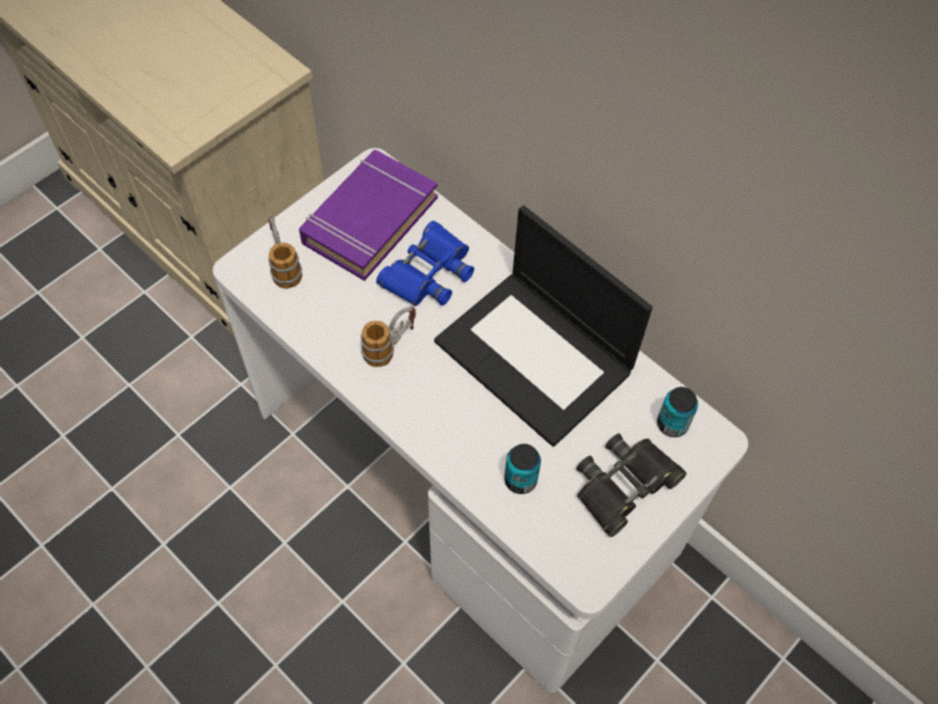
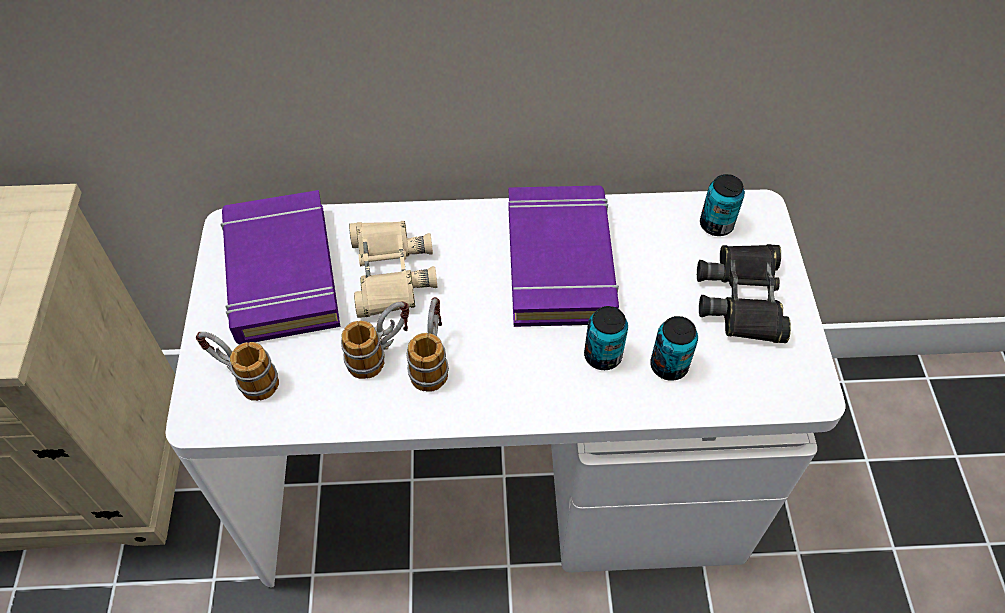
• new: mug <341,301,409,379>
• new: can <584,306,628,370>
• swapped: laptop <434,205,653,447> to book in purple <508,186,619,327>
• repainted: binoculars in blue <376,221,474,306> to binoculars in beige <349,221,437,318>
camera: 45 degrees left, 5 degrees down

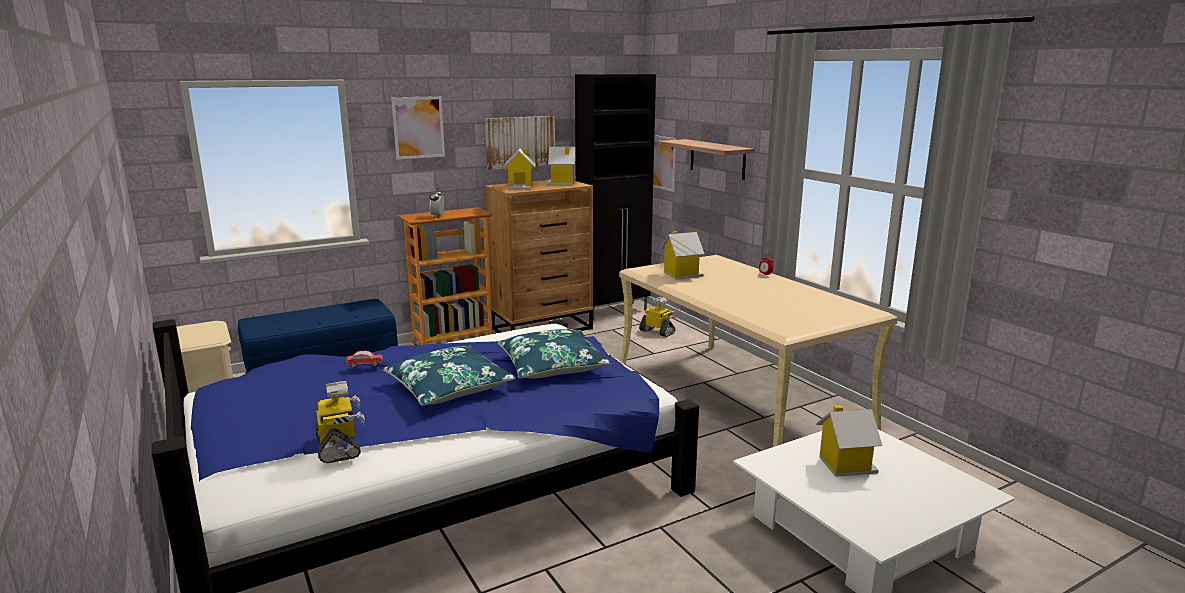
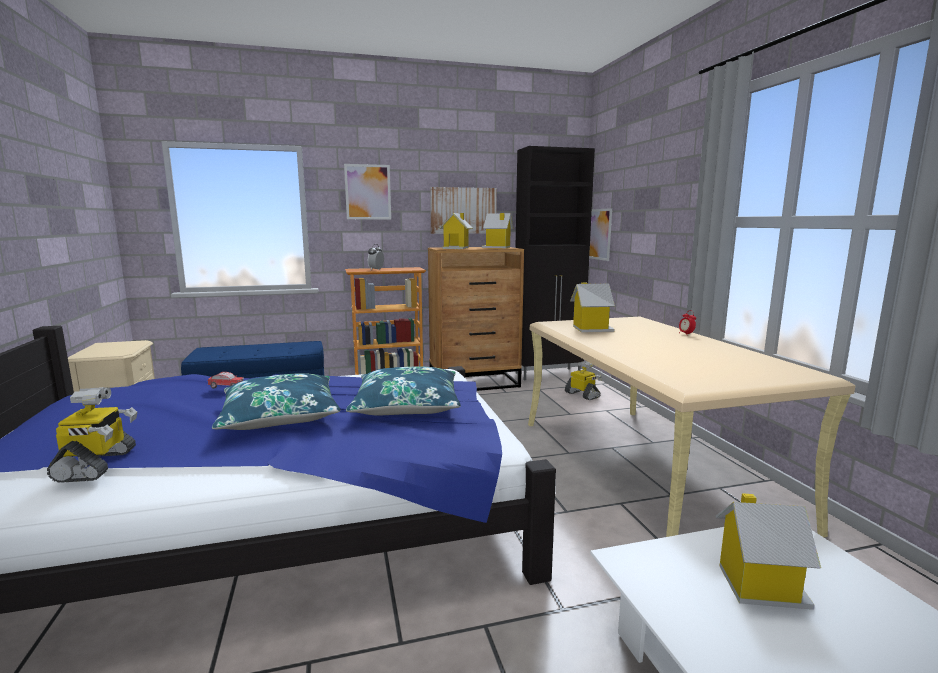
• gone: shelf <658,139,755,180>
camera: 15 degrees right, 5 degrees down

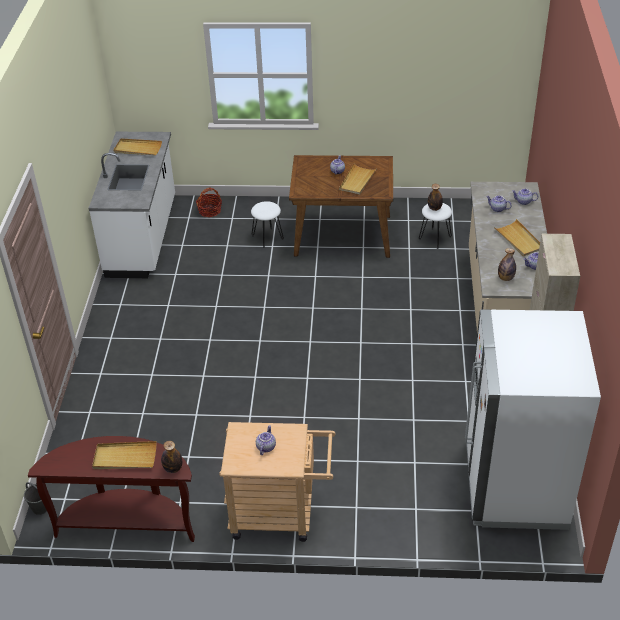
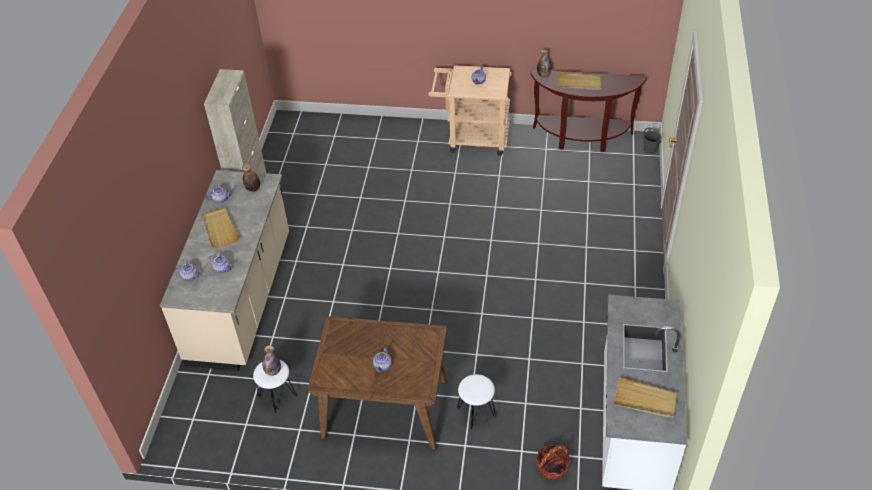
• gone: tray in beige <339,163,377,195>
• gone: fridge in white <465,309,601,530>
camera: 175 degrees left, 5 degrees up

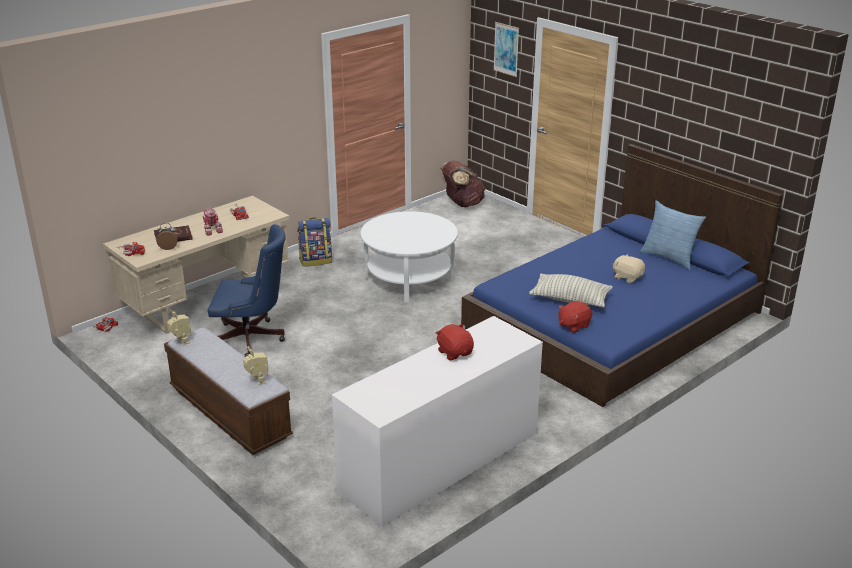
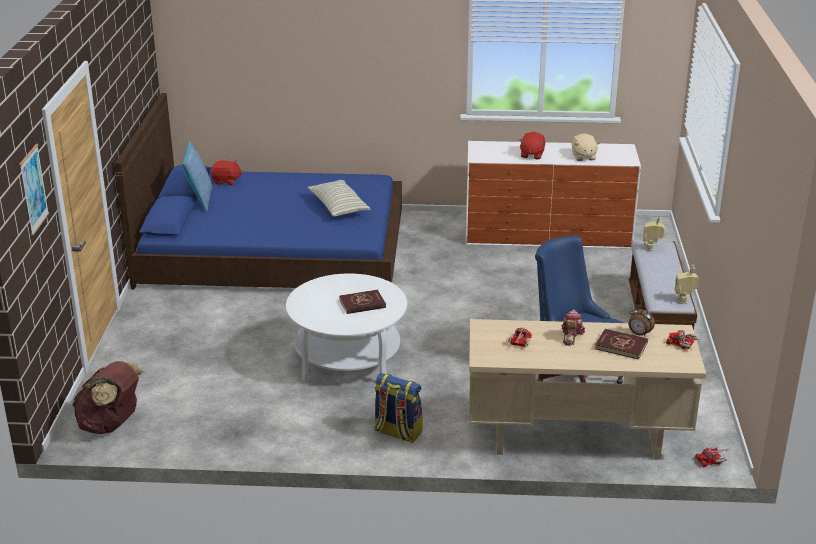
• new: book in red <340,289,386,314>
• shifted: plush toy in red <558,301,592,333> to <211,161,243,185>
• shifted: plush toy in beige <613,254,645,283> to <572,133,600,161>
camera: 135 degrees left, 0 degrees up

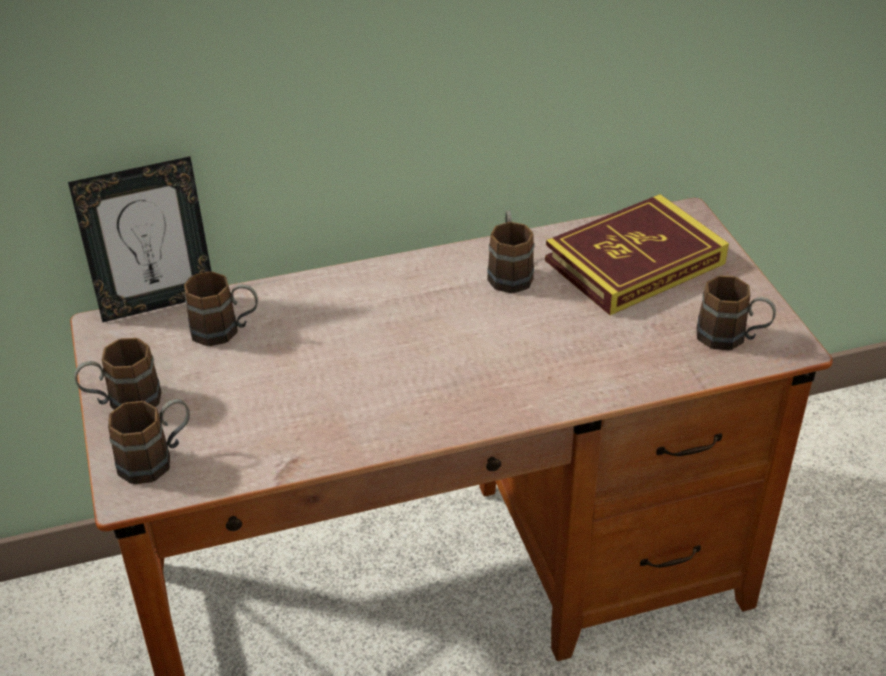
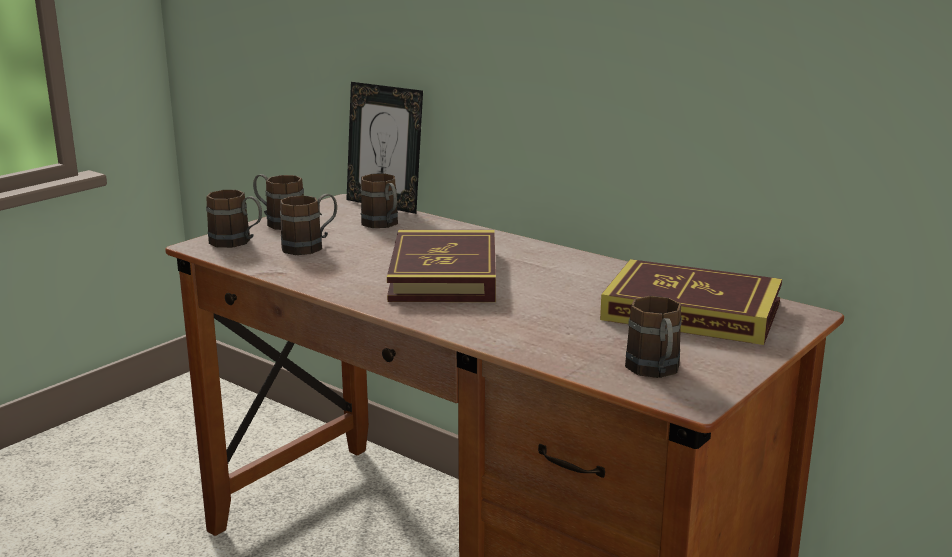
• new: book <387,230,496,302>
• shifted: mug in brown <487,211,535,293> to <280,194,337,255>
camera: 55 degrees right, 20 degrees down

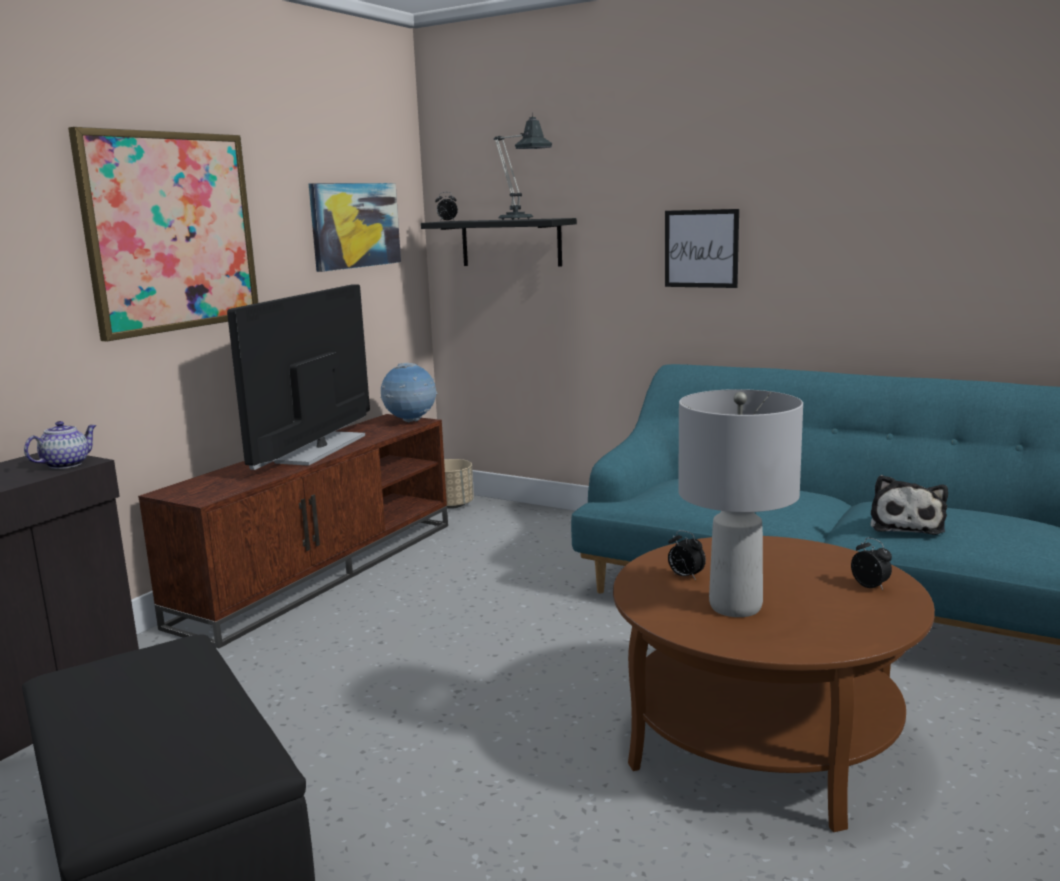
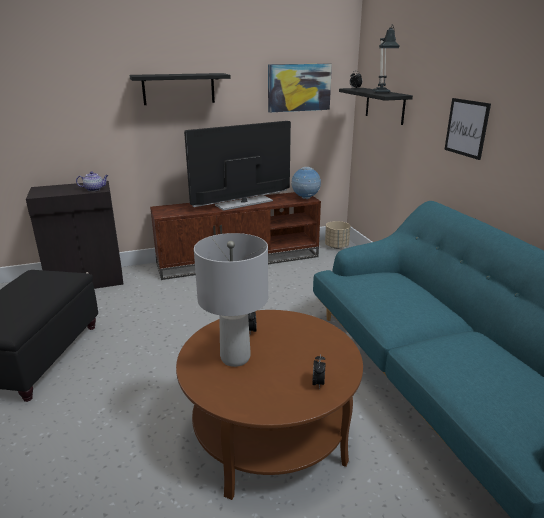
• gone: plush toy <870,475,948,535>
• swapped: picture <68,127,259,342> to shelf in black <129,73,231,105>
camera: 40 degrees right, 10 degrees up

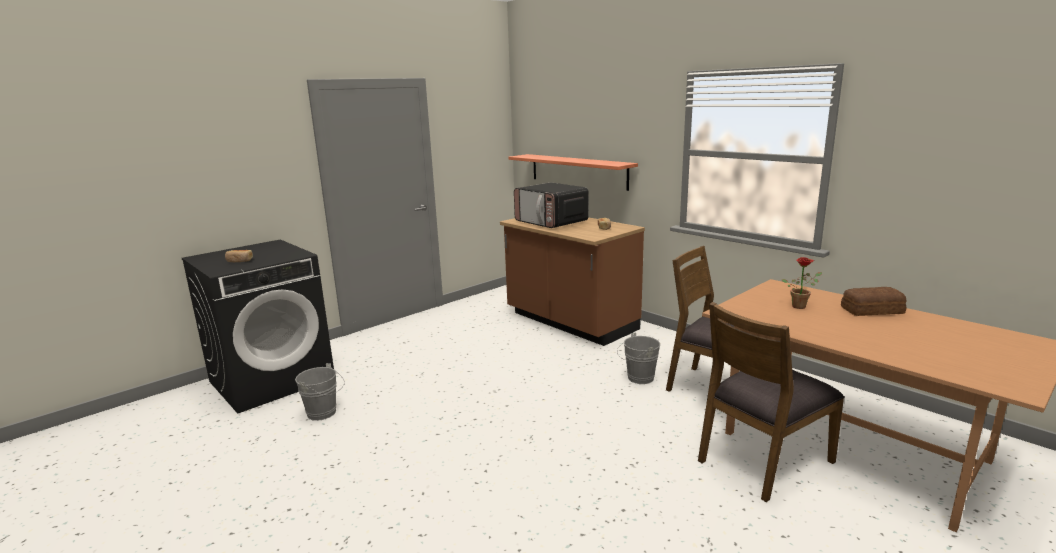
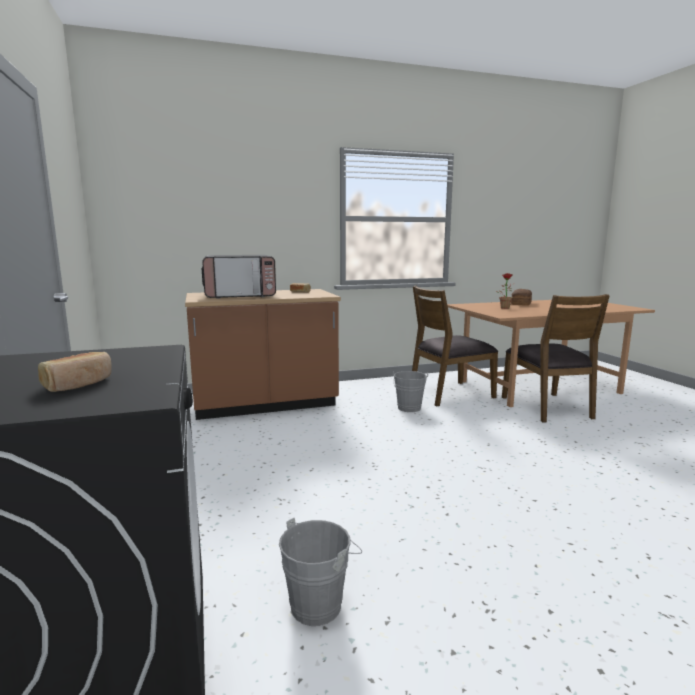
• gone: shelf <508,154,638,191>
camera: 65 degrees left, 5 degrees down

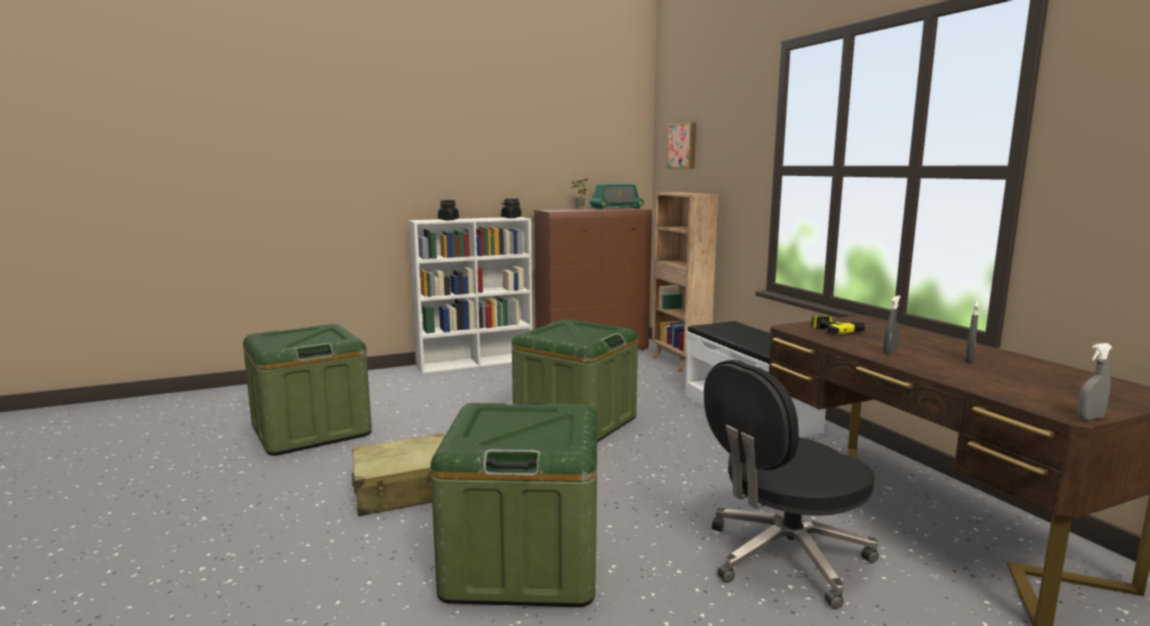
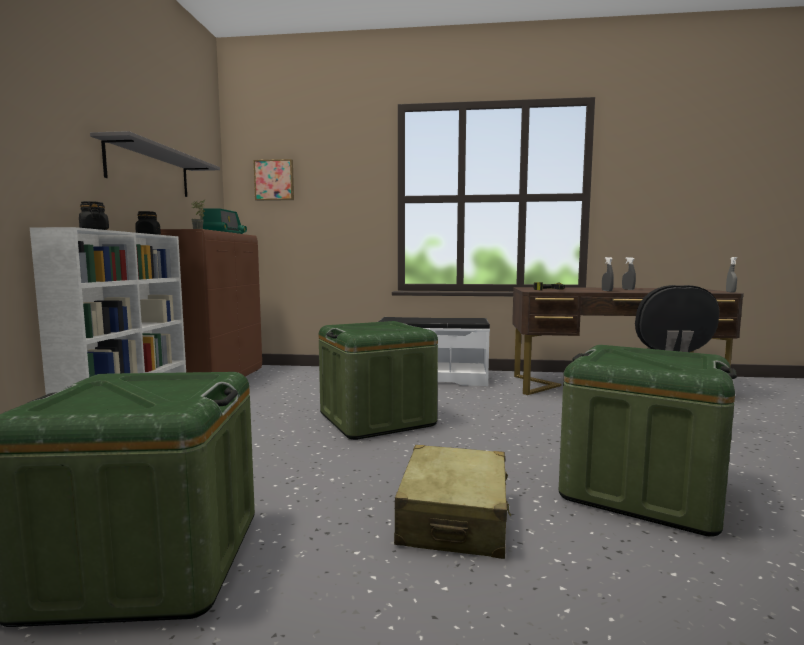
• gone: bookcase in brown <652,192,718,372>
• new: shelf in grey <90,131,220,197>
camera: 60 degrees left, 5 degrees down

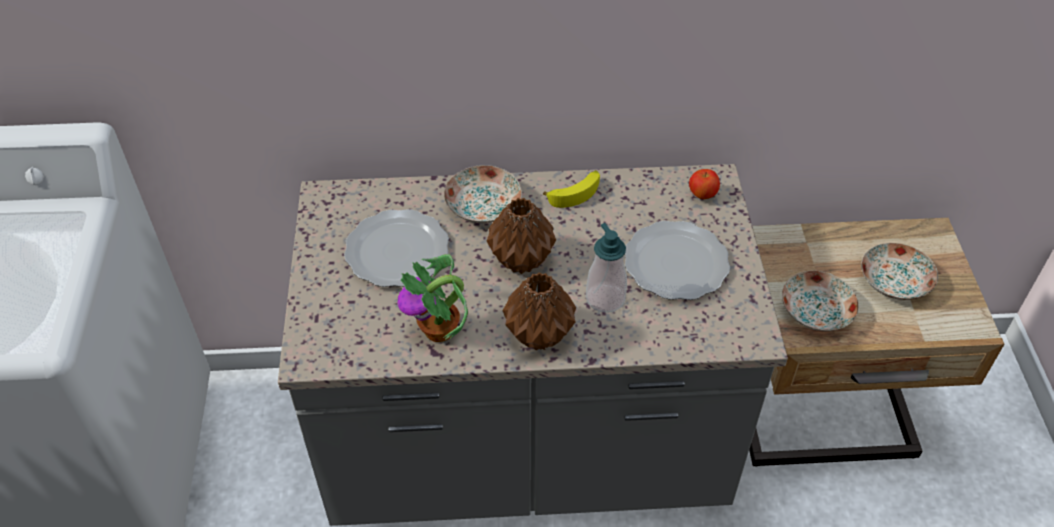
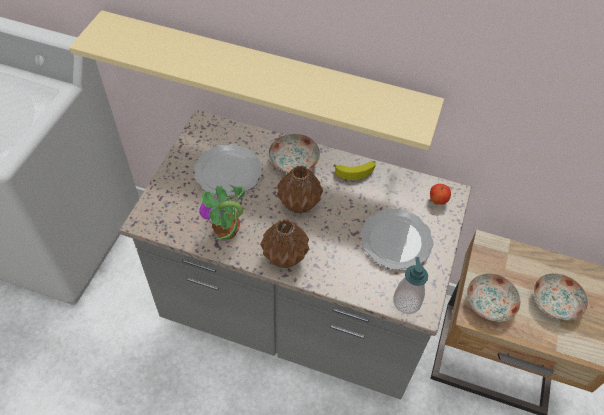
• new: shelf in beige <69,10,444,151>
• shifted: soap dispenser <586,223,627,313> to <393,257,428,314>
camera: 20 degrees right, 5 degrees up

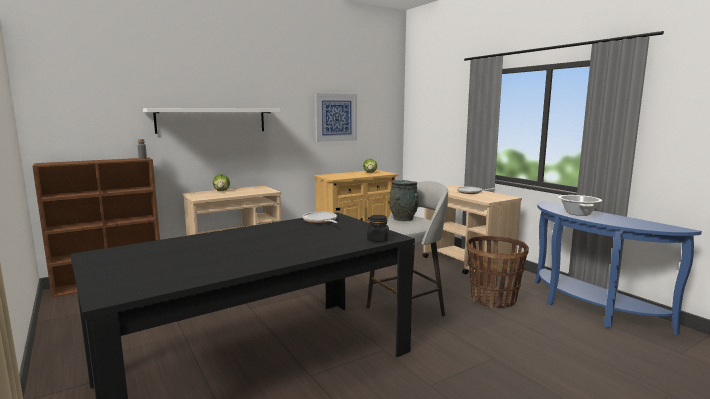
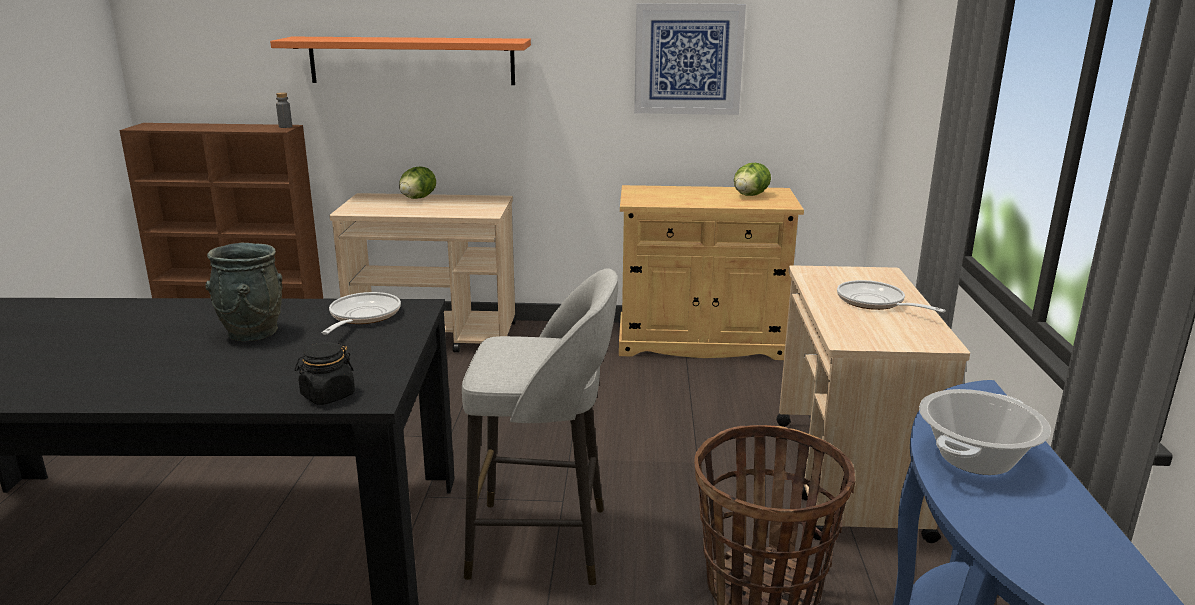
• shifted: vase in grey <389,180,418,221> to <205,242,283,342>
• repainted: shelf in white <143,108,281,134> to shelf in orange <270,37,531,85>
camera: 35 degrees right, 10 degrees up

